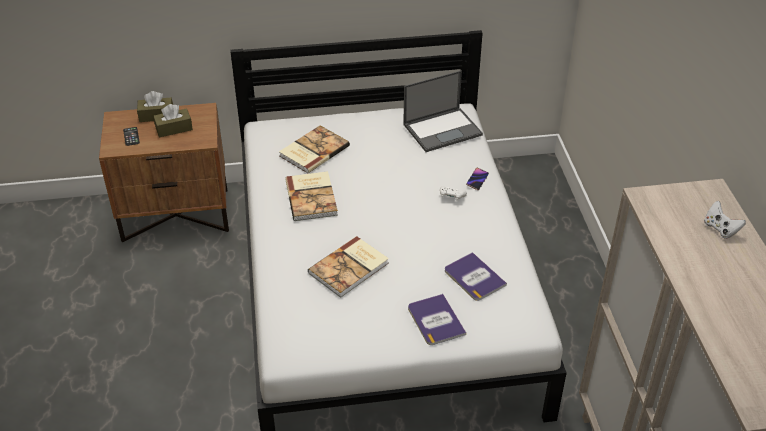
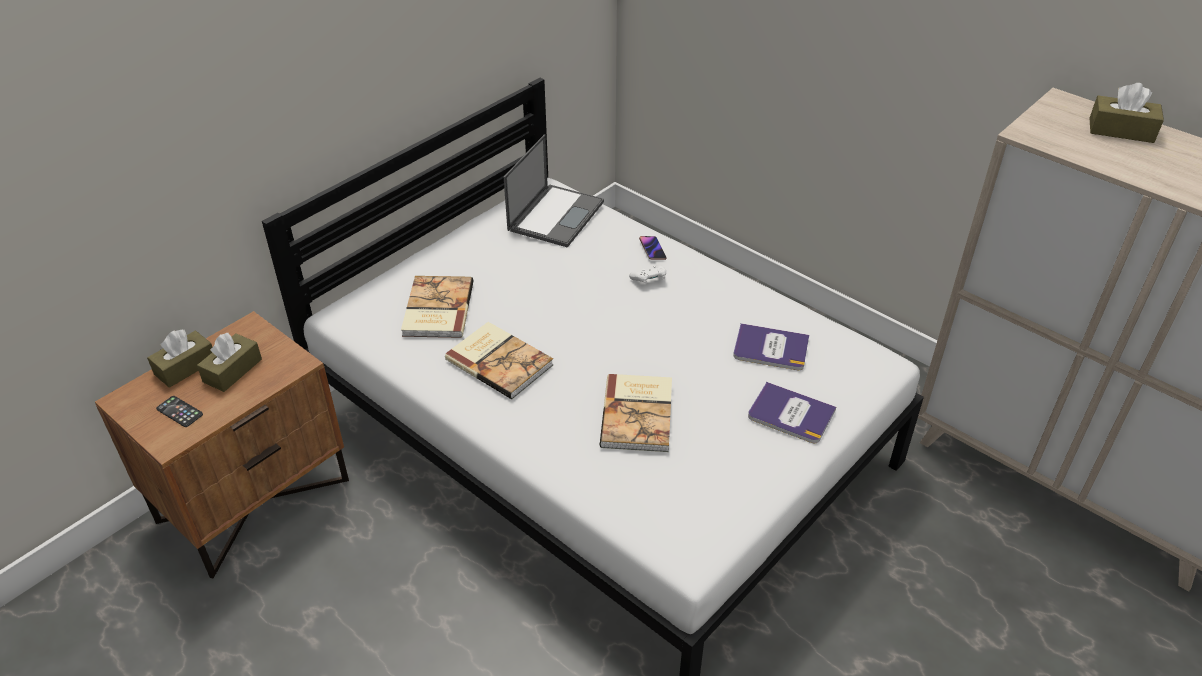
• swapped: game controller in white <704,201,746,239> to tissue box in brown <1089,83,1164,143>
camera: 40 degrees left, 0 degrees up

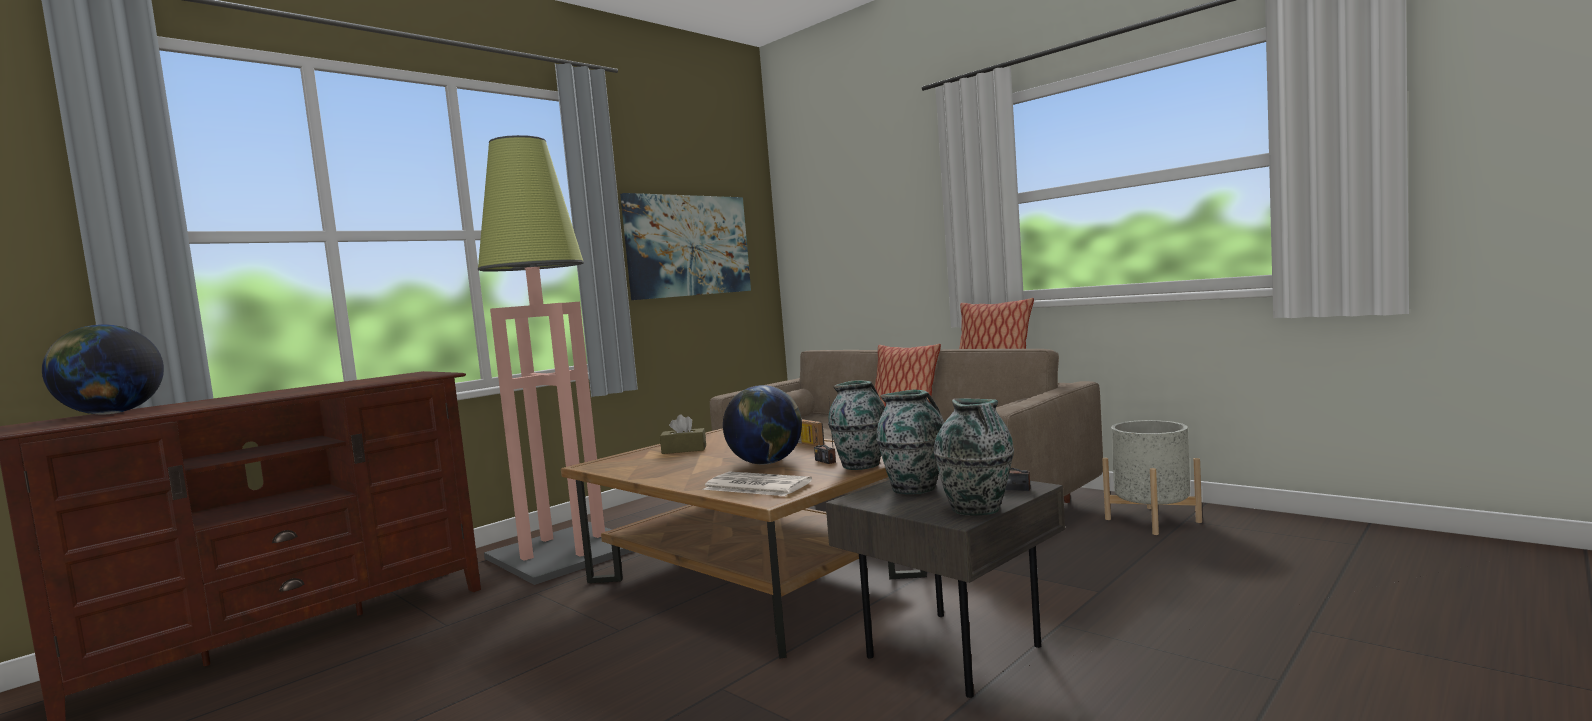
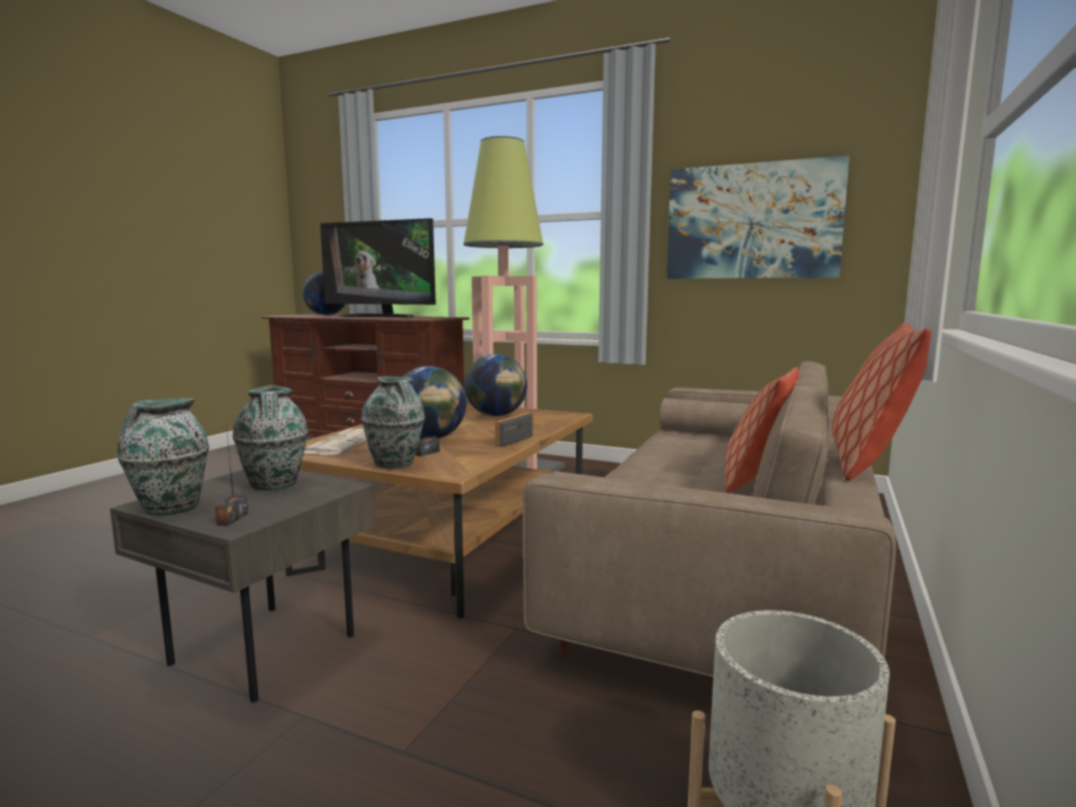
• new: television <320,218,436,318>
• swapped: tissue box in brown <660,414,706,454> to globe <465,354,527,416>
camera: 70 degrees right, 5 degrees up

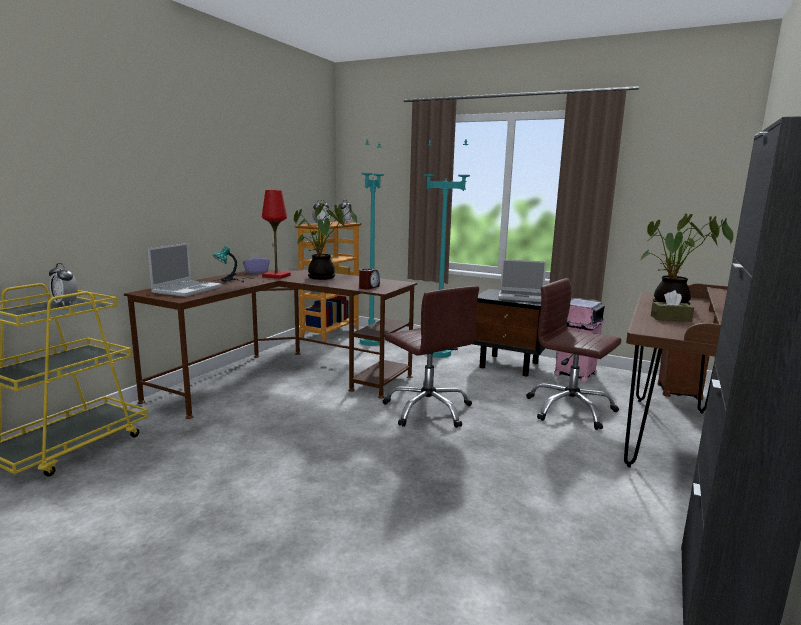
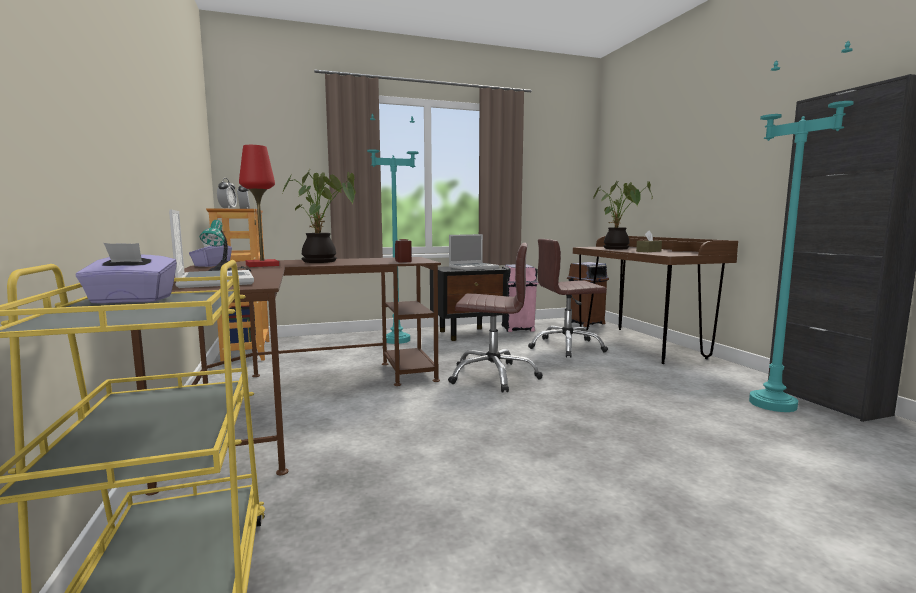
• shifted: floor lamp in turquoise <360,139,384,346> to <749,41,854,412>
• swapped: alarm clock <49,263,78,306> to tissue box in purple <76,243,177,304>
camera: 45 degrees left, 5 degrees down

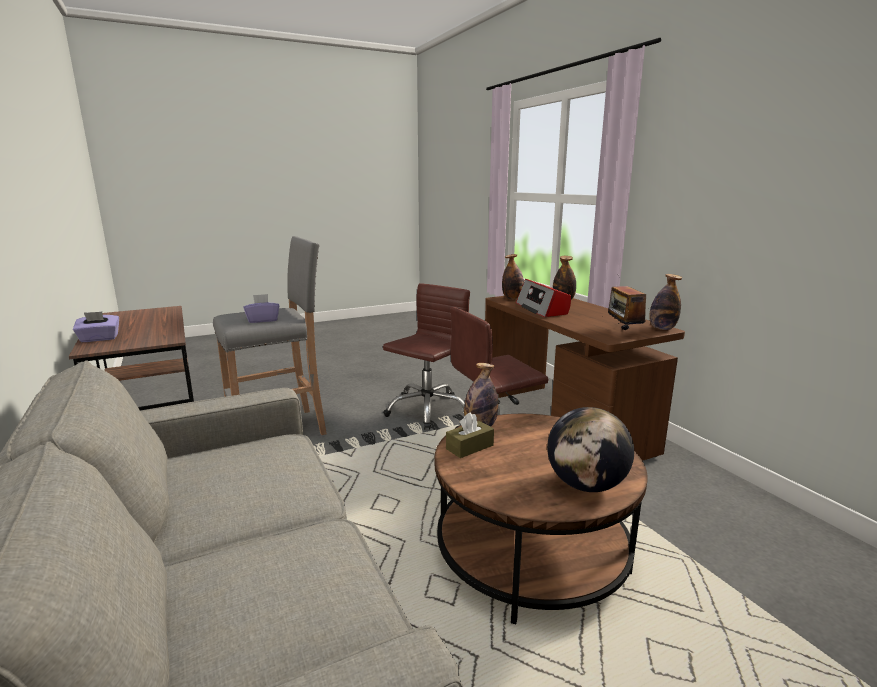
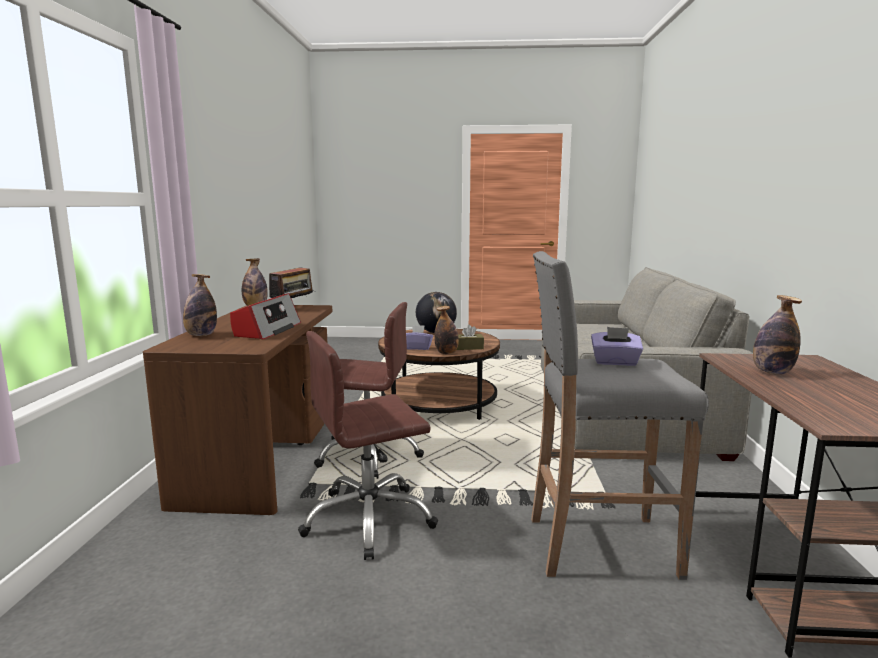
• shifted: tissue box in purple <73,312,119,342> to <406,325,433,350>
• shifted: bottle <502,254,524,299> to <753,295,802,375>
camera: 150 degrees left, 5 degrees down

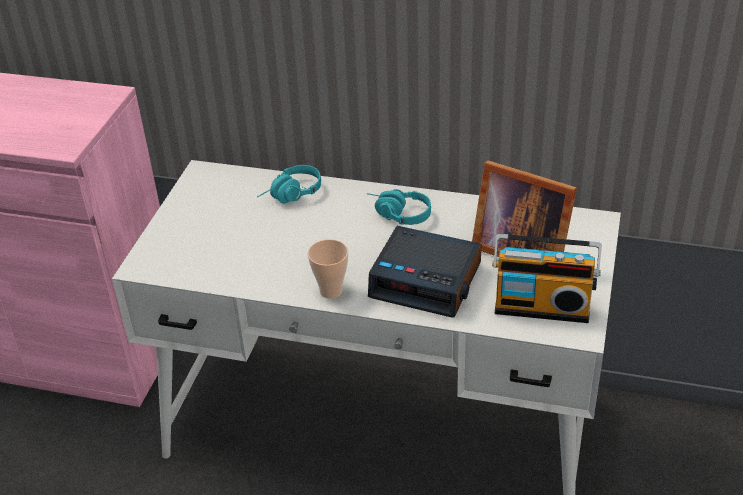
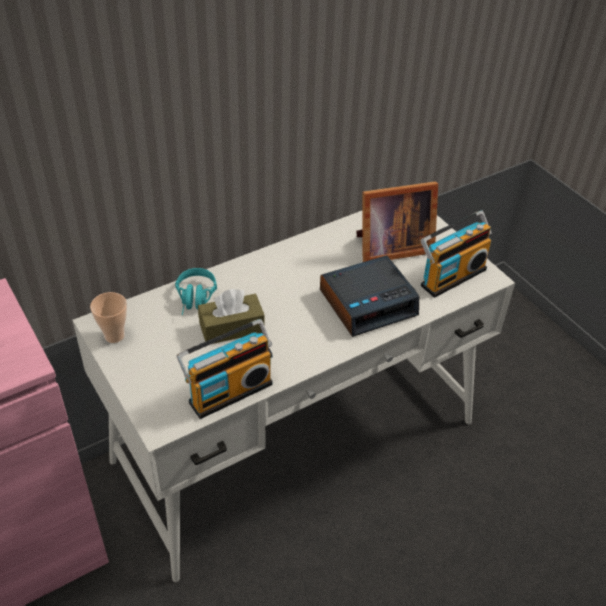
• gone: headphones in turquoise <367,189,431,225>
• new: radio <176,319,273,419>
• new: tissue box in brown <198,289,265,344>
• shifted: cup <308,239,348,299> to <90,292,127,343>
camera: 50 degrees left, 5 degrees up

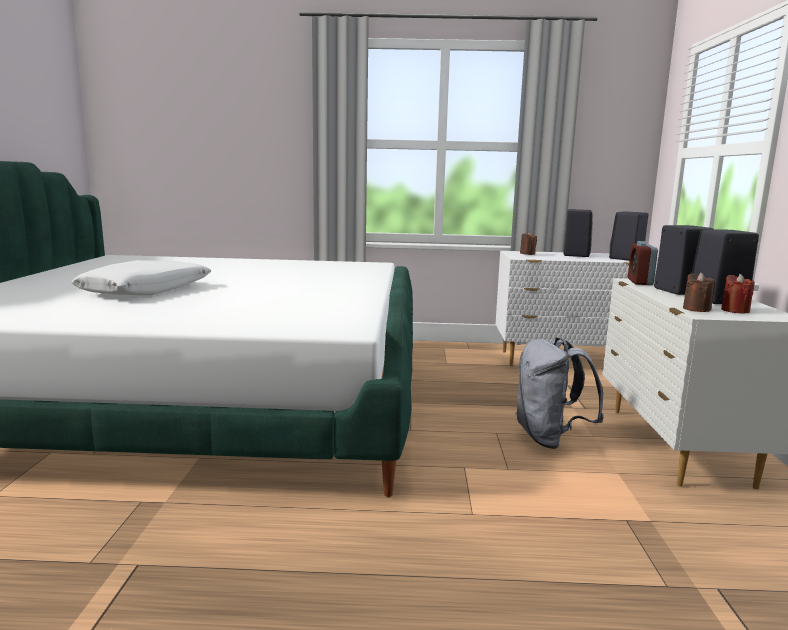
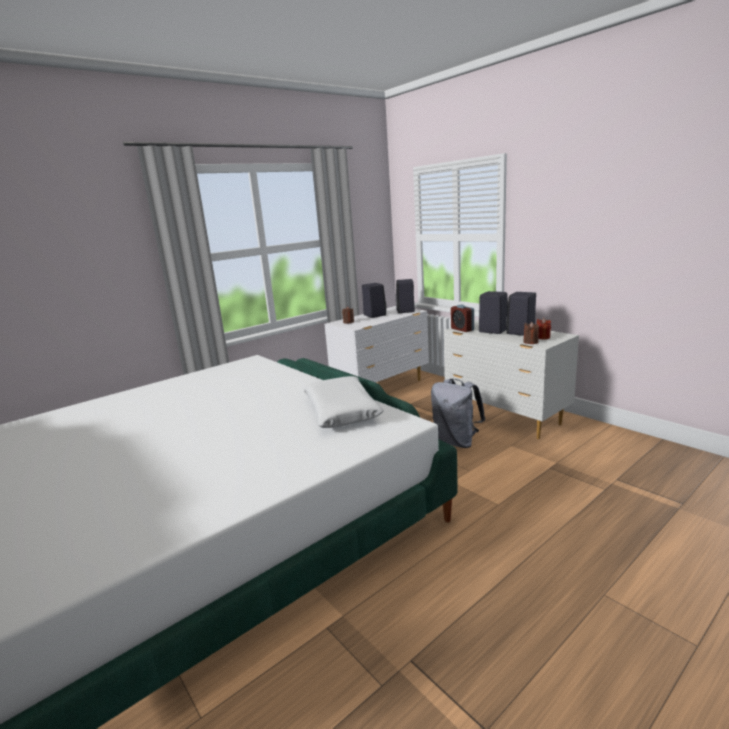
• shifted: pillow in white <71,260,212,295> to <303,376,384,428>
camera: 40 degrees left, 5 degrees up

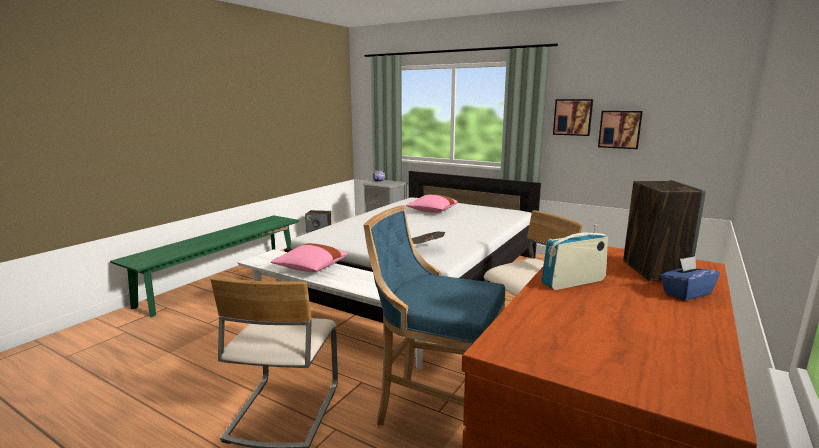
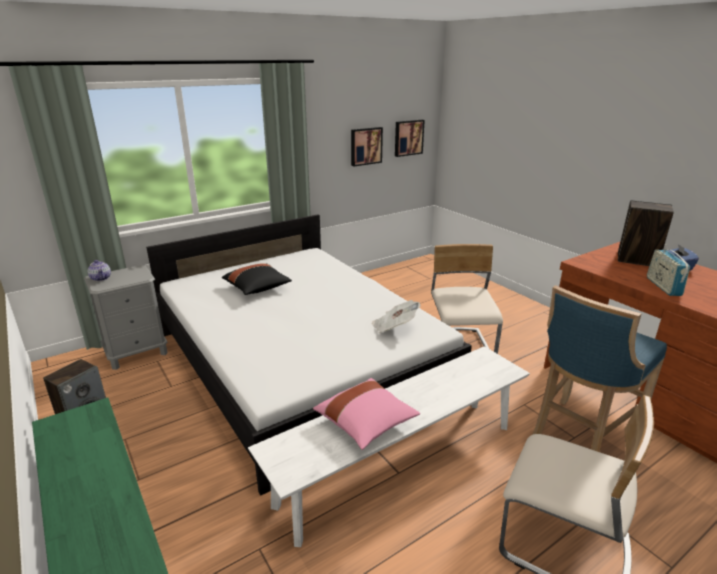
• shifted: picture <553,99,593,136> to <395,120,425,157>
• repainted: pillow in pink <406,194,458,213> to pillow in black <222,263,292,295>
camera: 65 degrees left, 10 degrees up

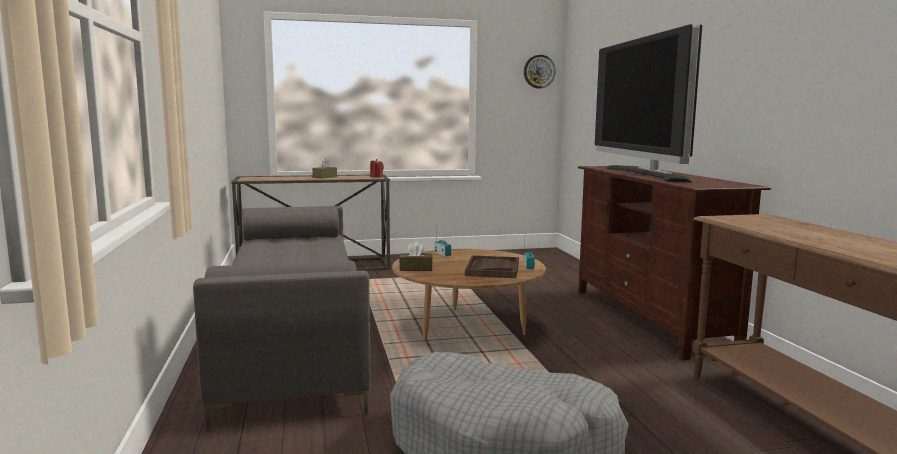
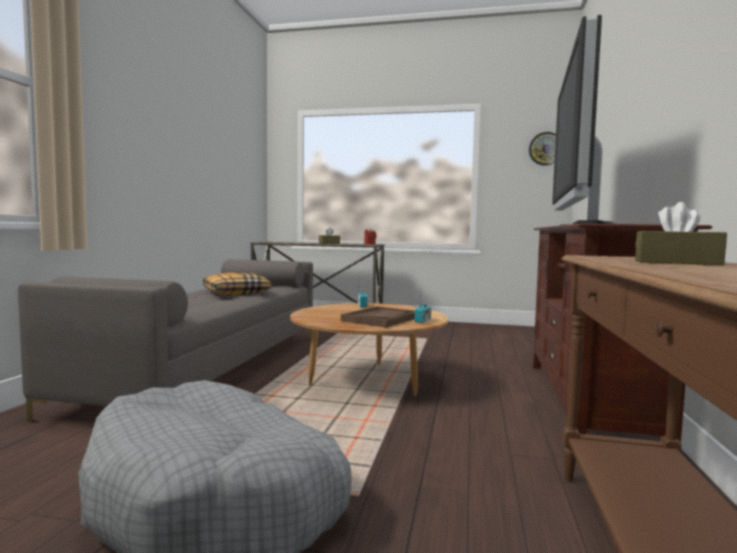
• new: pillow <203,272,271,295>
• shifted: tissue box in brown <399,241,433,271> to <635,202,727,265>
camera: 25 degrees right, 5 degrees down

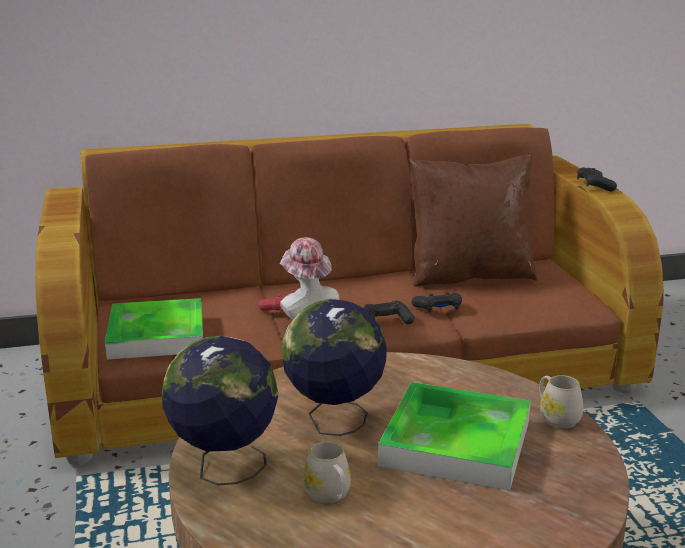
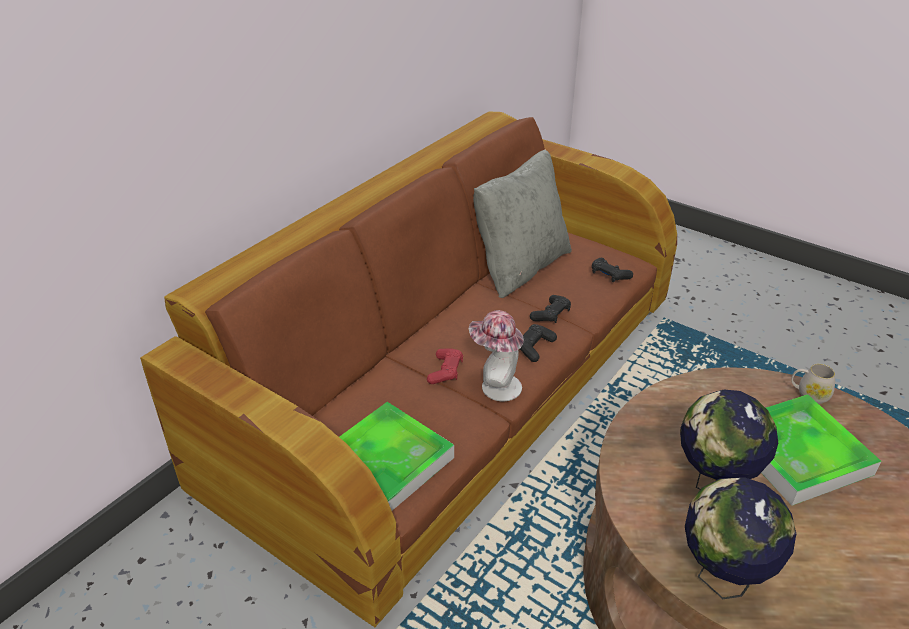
• gone: mug in white <303,442,351,503>
• shifted: game controller in black <577,167,617,191> to <592,258,633,282>
• repainted: pillow in brown <409,155,537,287> to pillow in grey <473,150,572,298>
camera: 40 degrees left, 15 degrees up

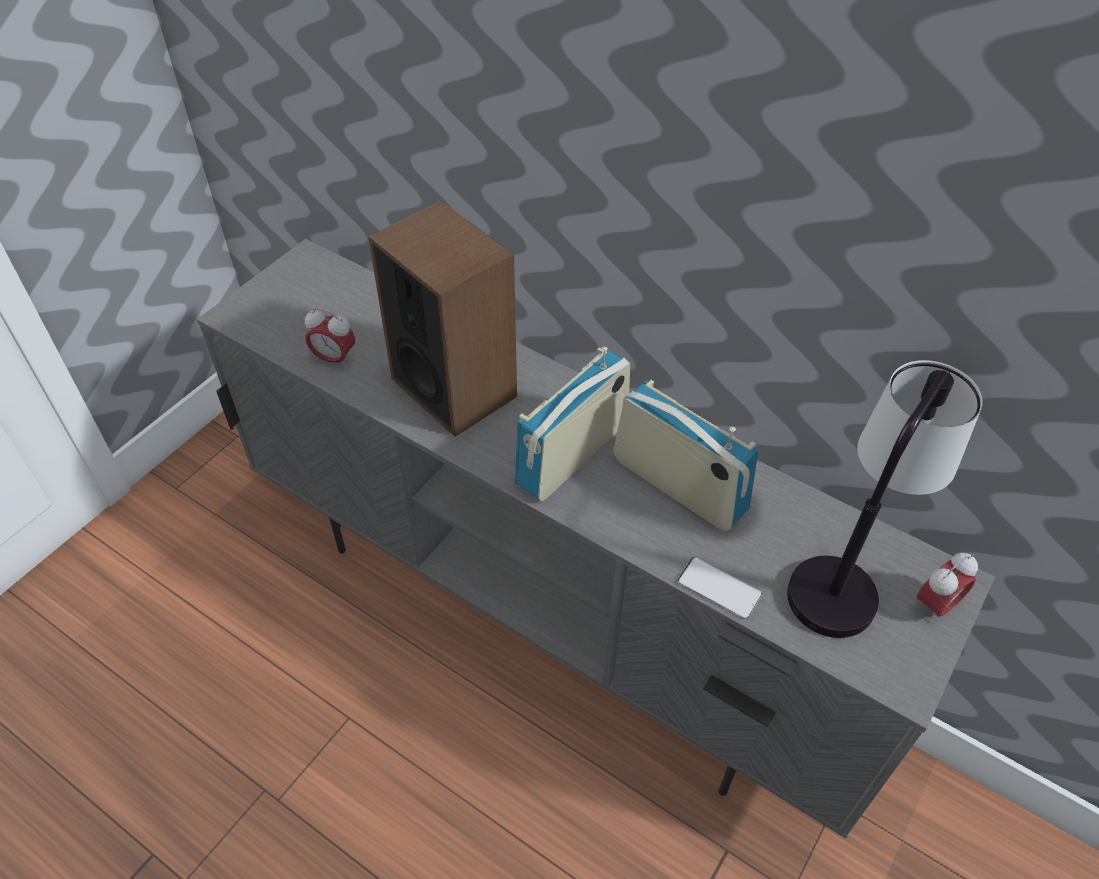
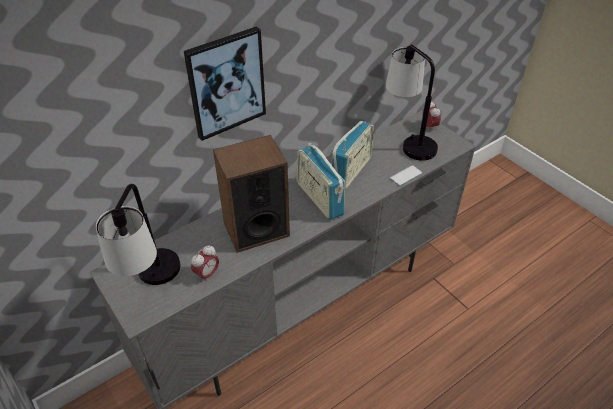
• new: table lamp <96,184,181,285>
• new: picture <184,26,266,141>
• rotated: radio <613,380,758,531> = <331,121,374,190> 150 degrees clockwise
camera: 70 degrees left, 5 degrees down

